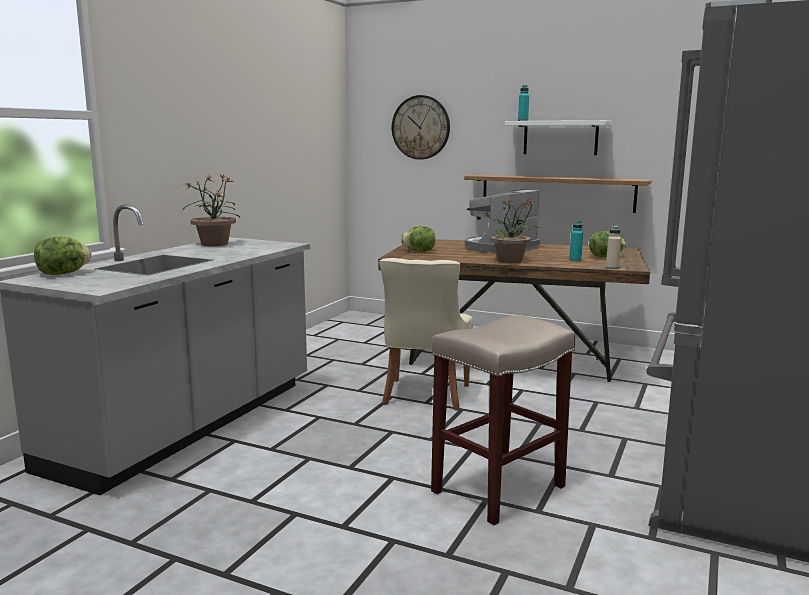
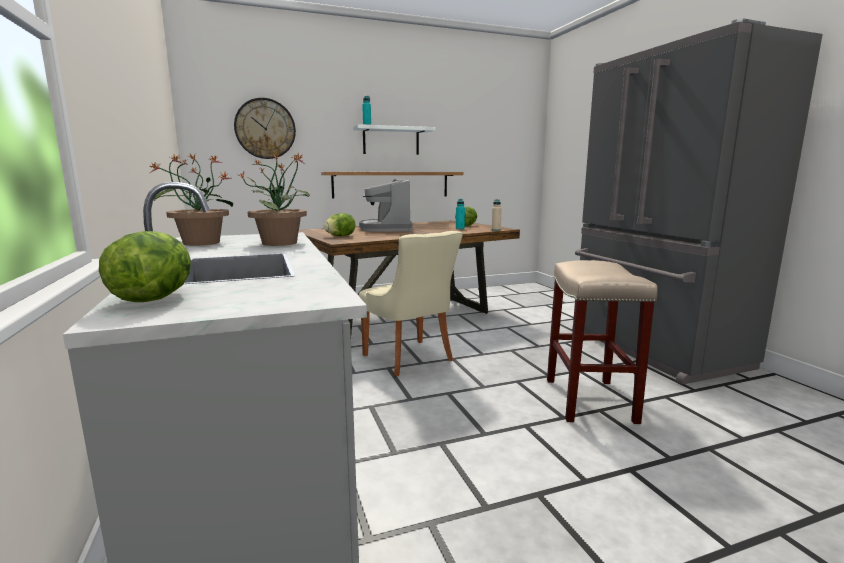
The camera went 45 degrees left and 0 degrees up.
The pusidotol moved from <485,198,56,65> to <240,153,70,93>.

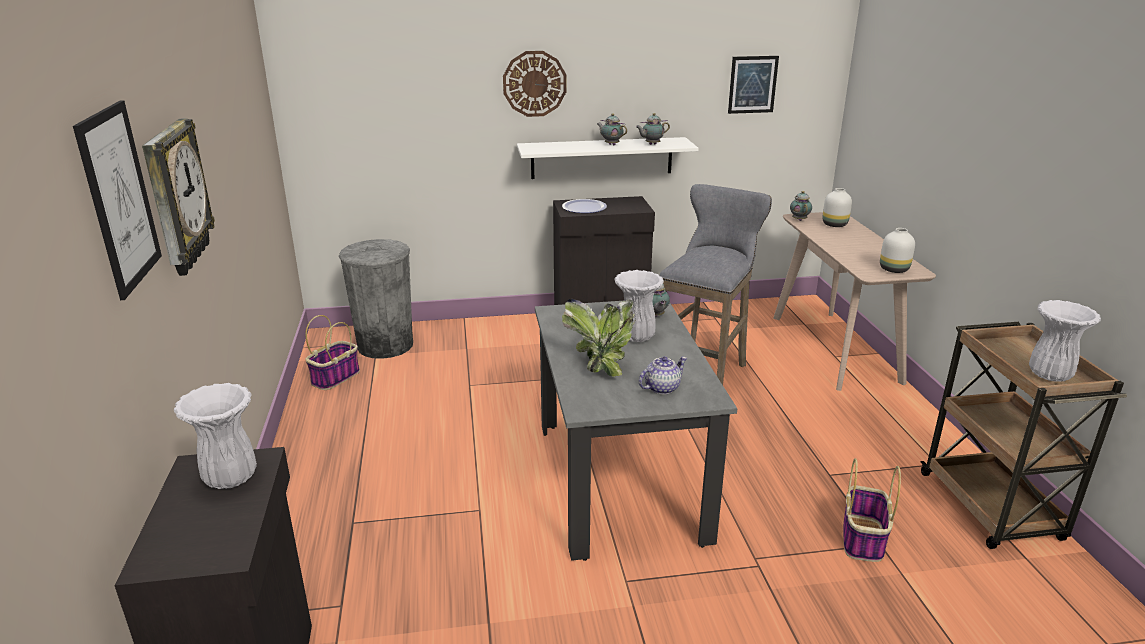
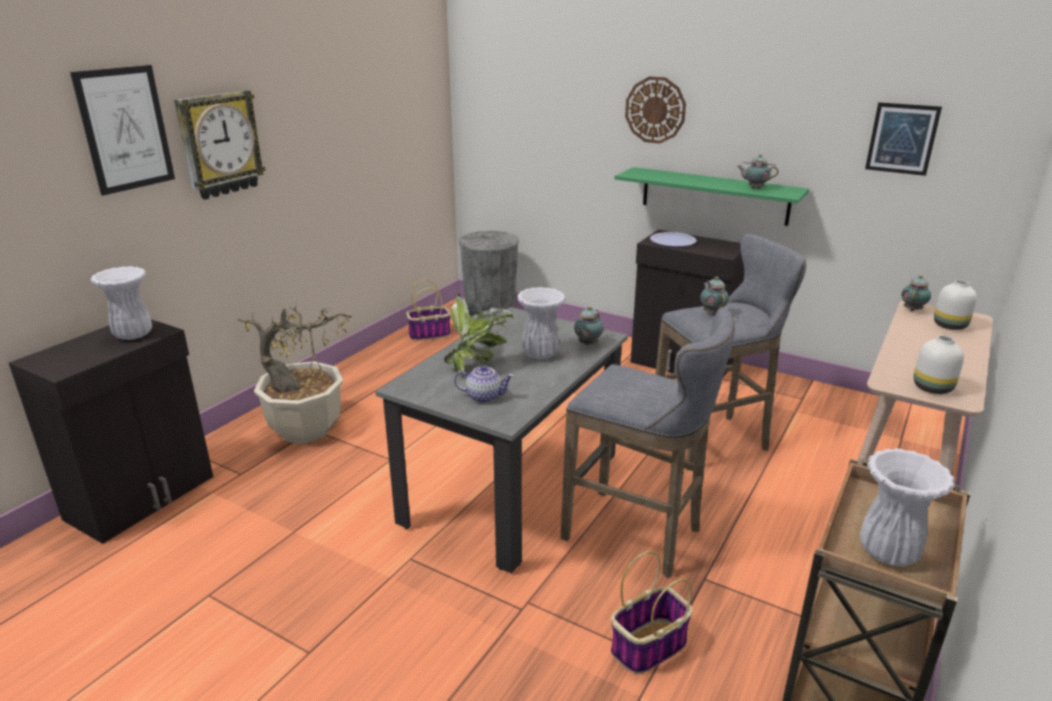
The camera went 40 degrees right and 0 degrees up.
The pusidotol at <237,301,115,143> appeared.
The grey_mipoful at <560,307,175,271> appeared.
The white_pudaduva at <517,137,182,42> became the green_pudaduva at <614,167,196,59>.
The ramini moved from <597,113,30,32> to <700,277,29,38>.

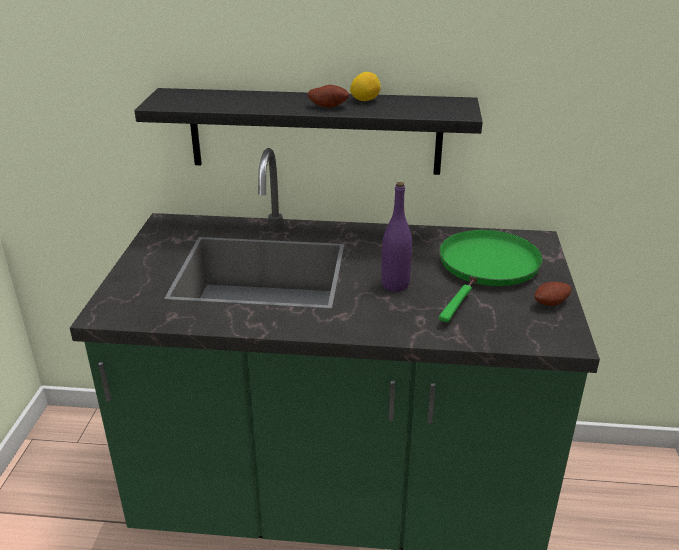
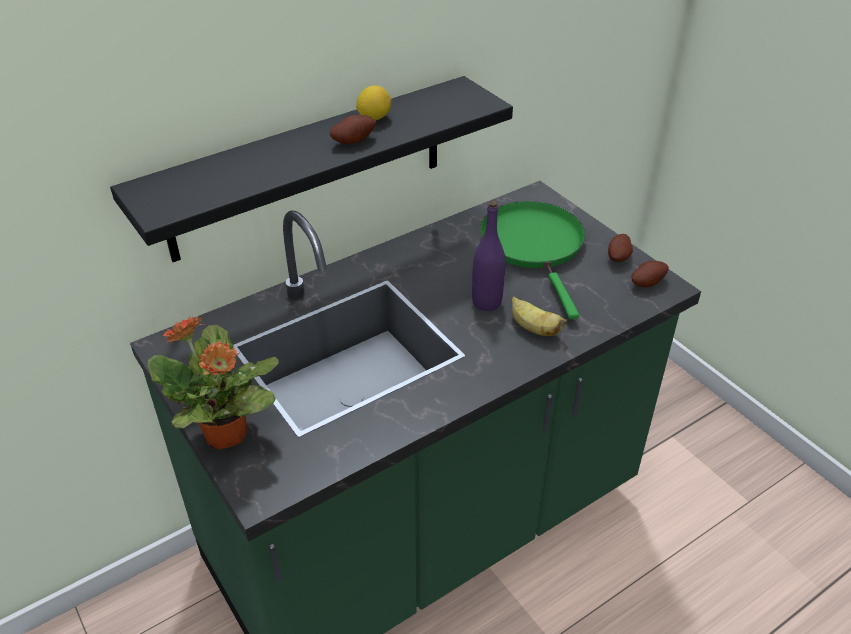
The camera went 40 degrees left and 10 degrees up.
The pusidotol at <148,316,131,134> appeared.
The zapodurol at <512,297,55,39> appeared.
The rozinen at <631,261,38,26> appeared.

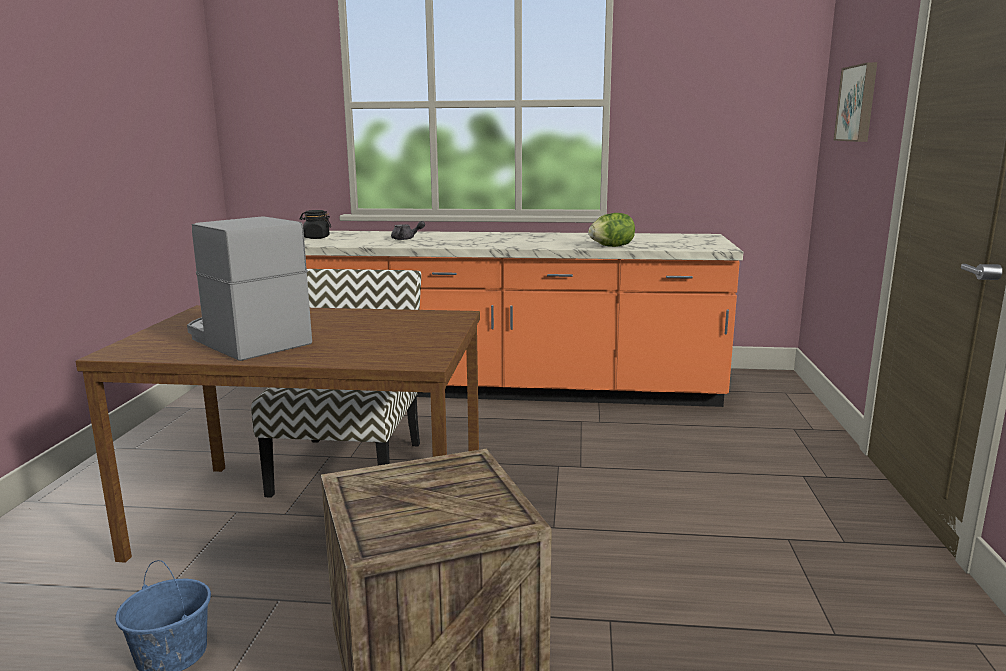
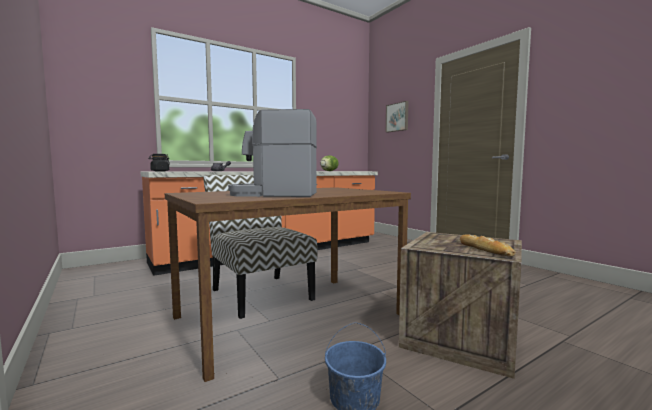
The camera went 40 degrees left and 10 degrees down.
The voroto at <460,235,56,21> appeared.

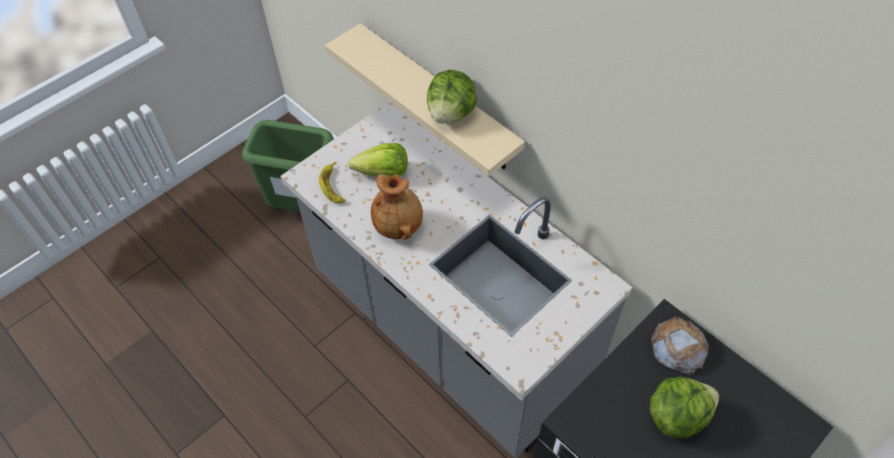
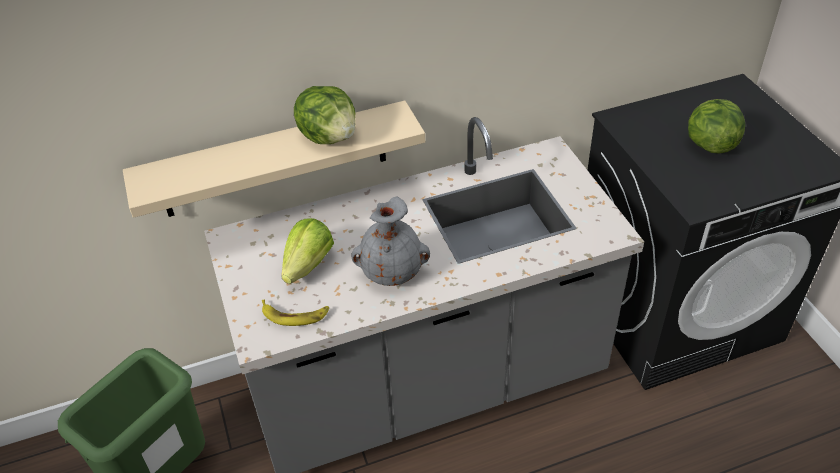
The camera went 65 degrees left and 10 degrees down.
The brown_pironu at <371,174,52,65> became the grey_pironu at <351,196,79,90>.
The voroto at <651,316,58,59> disappeared.

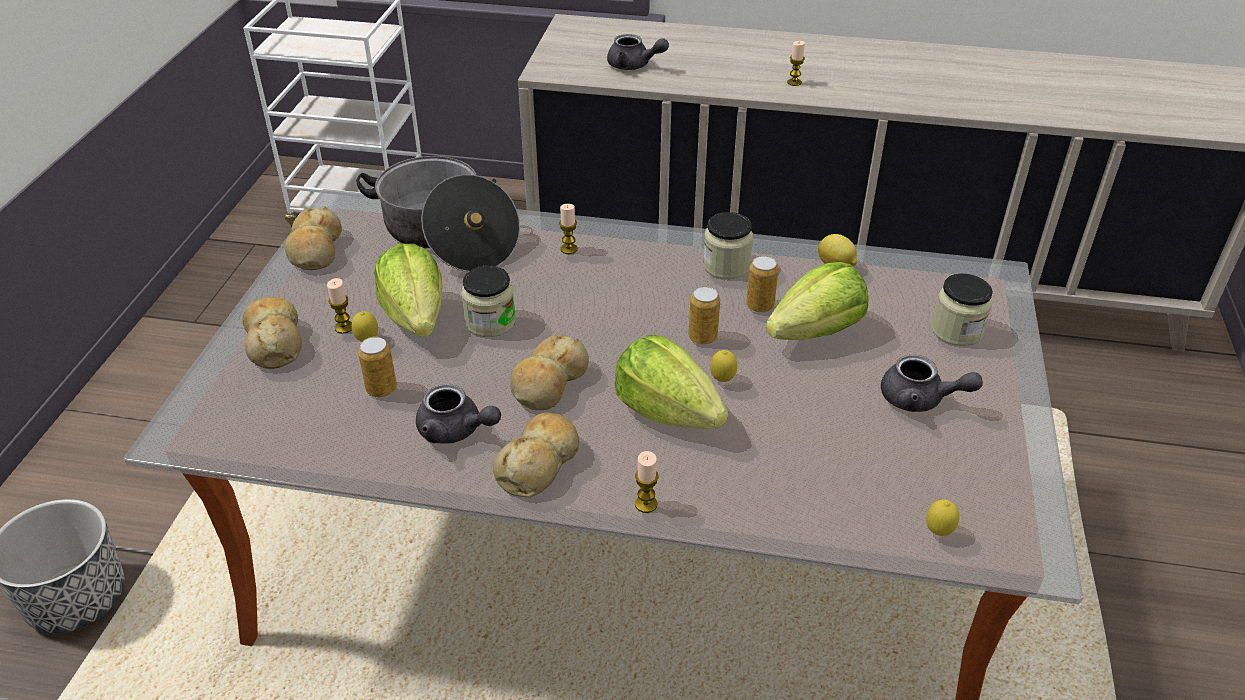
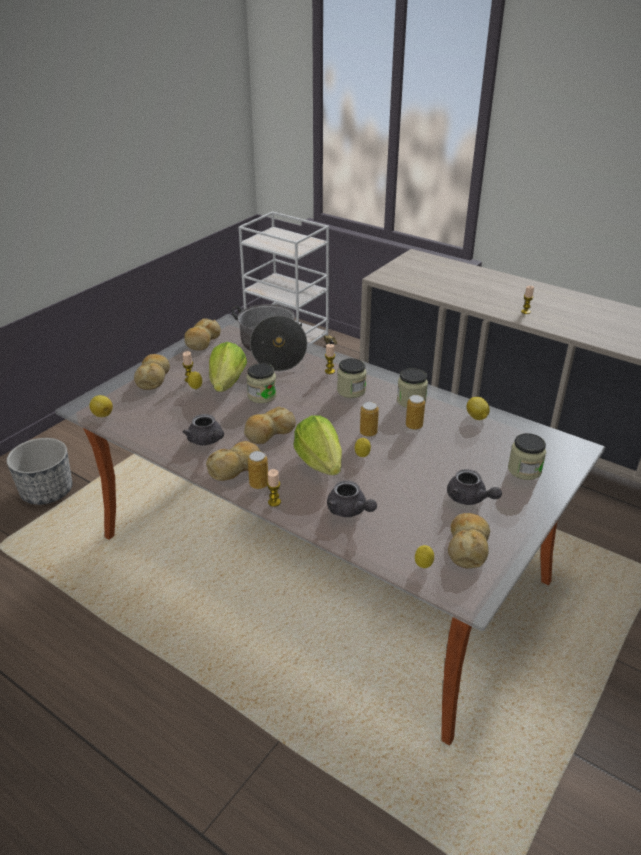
The camera went 25 degrees right and 5 degrees down.
The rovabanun at <89,395,24,22> appeared.
The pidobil moved from <358,337,39,60> to <248,451,20,38>.
The grey_ramini moved from <607,34,62,36> to <327,480,50,37>.
The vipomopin at <337,358,30,40> appeared.
The voroto at <448,513,42,55> appeared.
The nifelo at <766,262,103,78> disappeared.

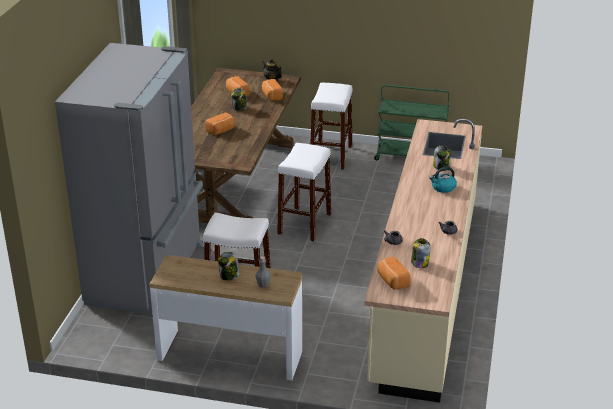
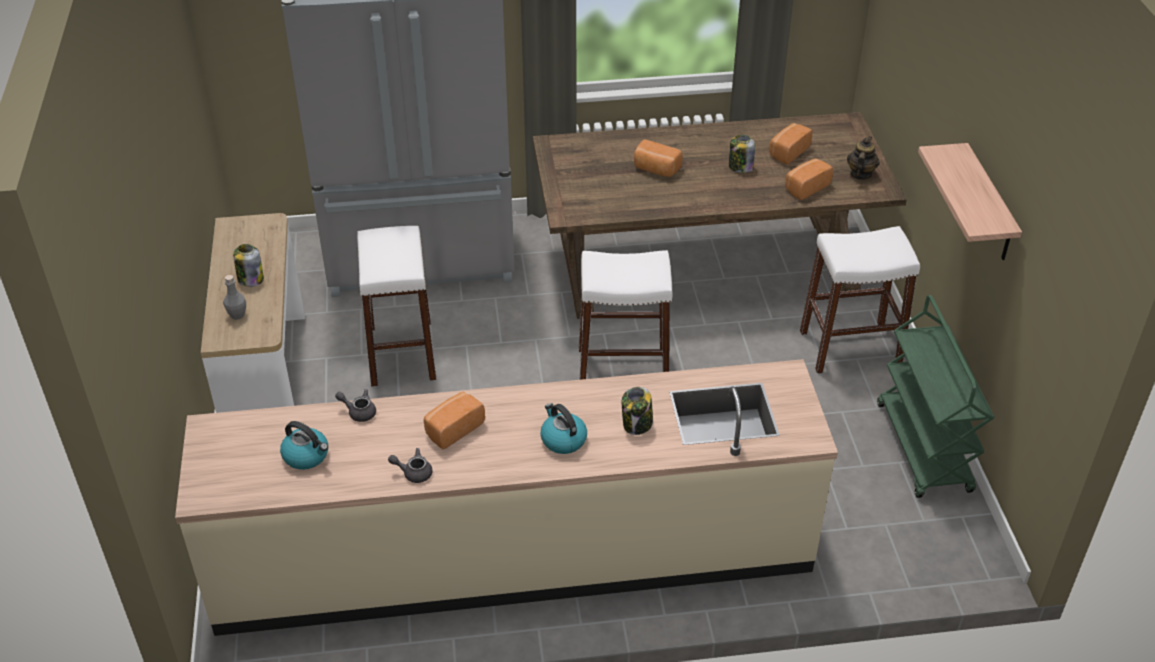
The camera went 70 degrees right and 10 degrees up.
The vipomopin at <411,238,20,30> was replaced by the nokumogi at <280,421,48,49>.
The voroto moved from <378,256,32,34> to <424,392,61,57>.
The pudaduva at <918,143,104,117> appeared.

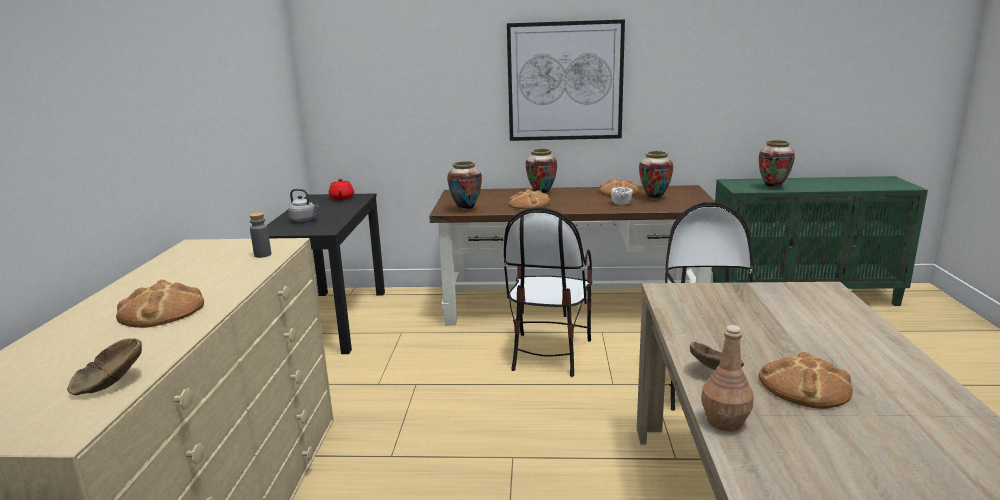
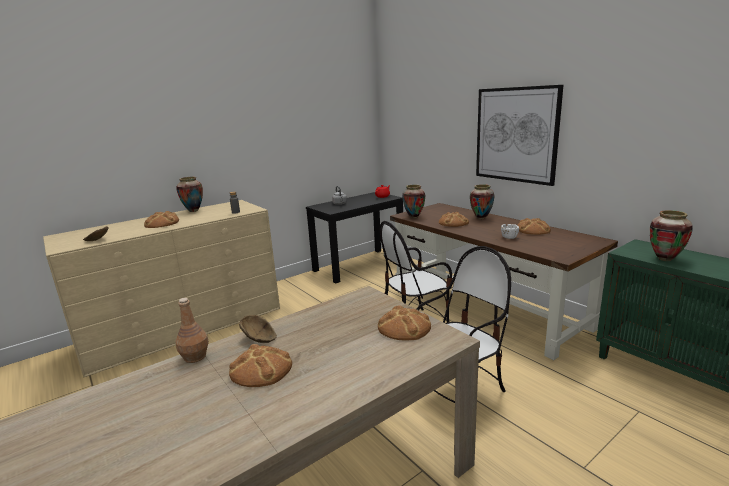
The camera went 50 degrees right and 0 degrees up.
The pironu moved from <639,151,34,49> to <176,177,27,35>.
The voroto at <378,305,53,36> appeared.

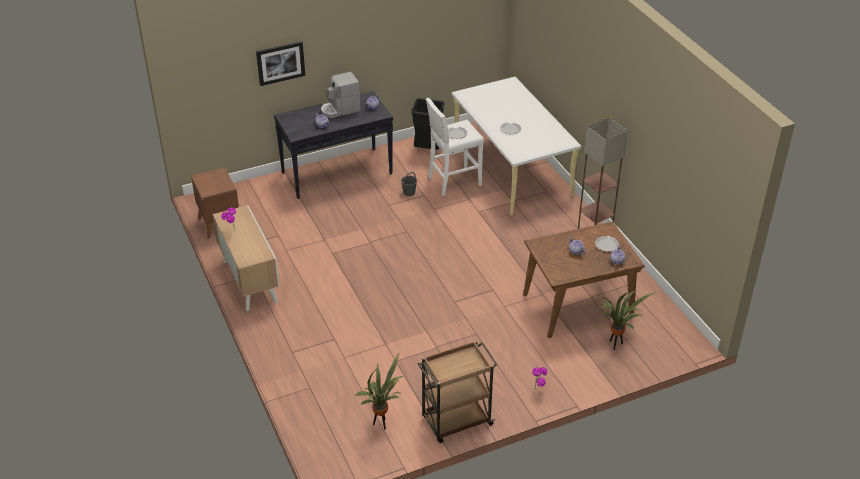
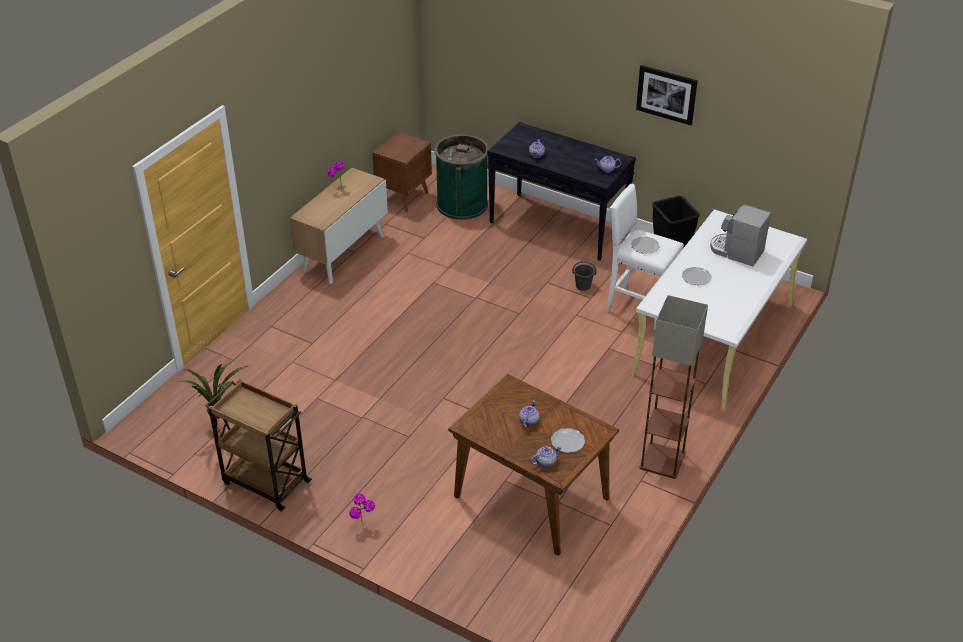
The camera went 55 degrees right and 0 degrees up.
The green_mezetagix at <434,134,55,86> appeared.
The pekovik moved from <256,41,49,45> to <636,65,62,61>.
The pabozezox moved from <321,71,40,47> to <710,205,61,61>.
The pusidotol at <599,290,55,60> disappeared.

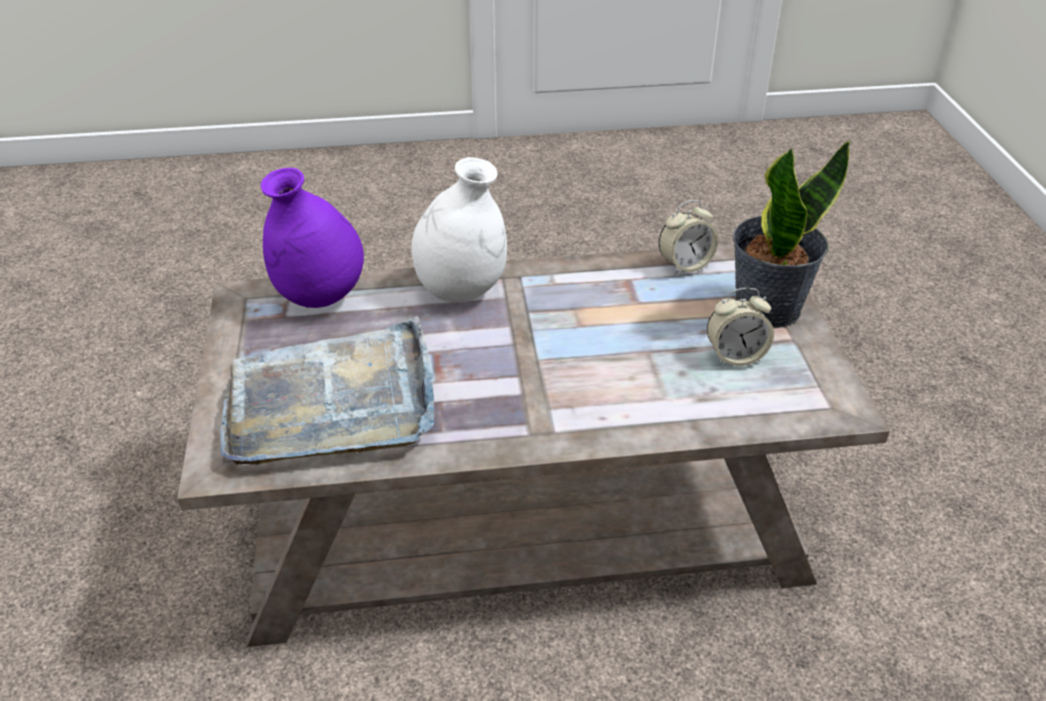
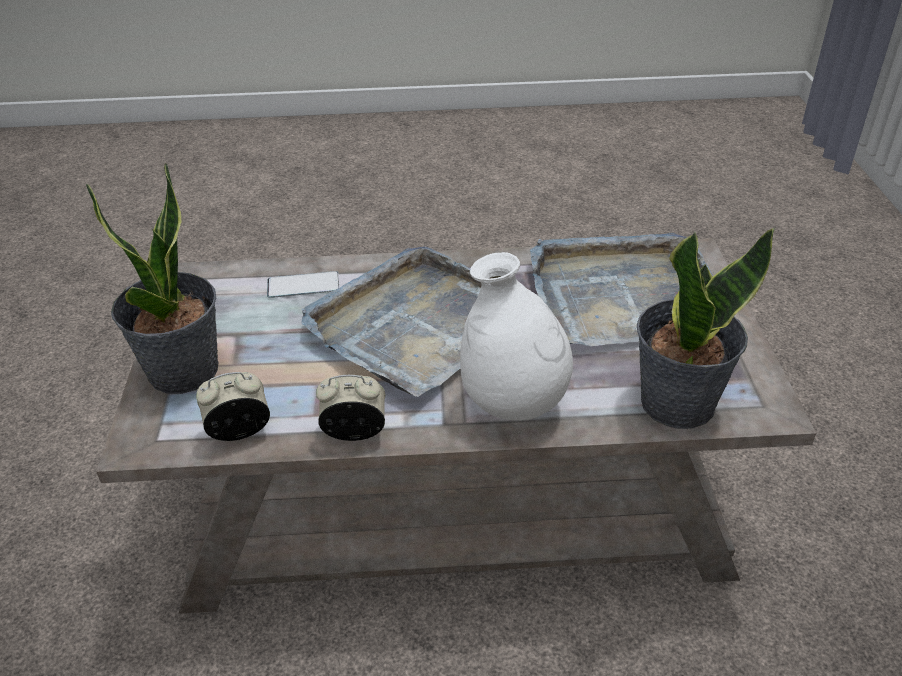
The camera went 175 degrees left and 0 degrees up.
The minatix at <267,271,72,27> appeared.
The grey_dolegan at <302,247,179,150> appeared.
The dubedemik moved from <707,288,67,78> to <316,375,69,66>.
The purple_pironu at <261,168,103,140> was replaced by the pusidotol at <637,228,138,201>.

